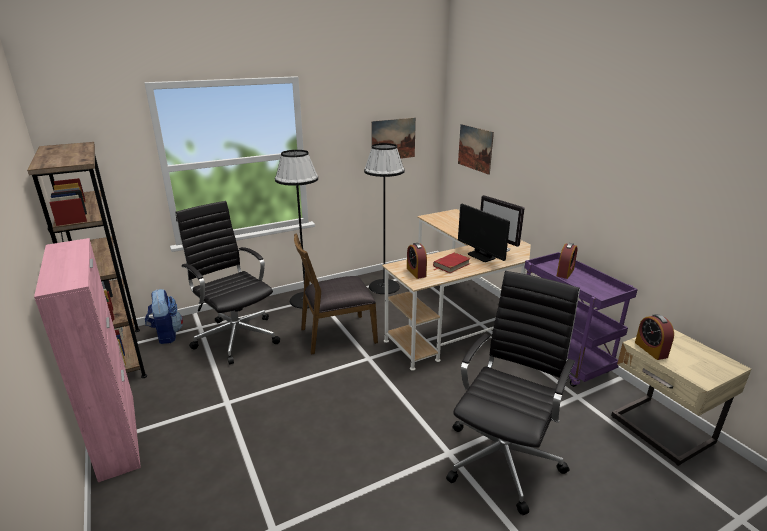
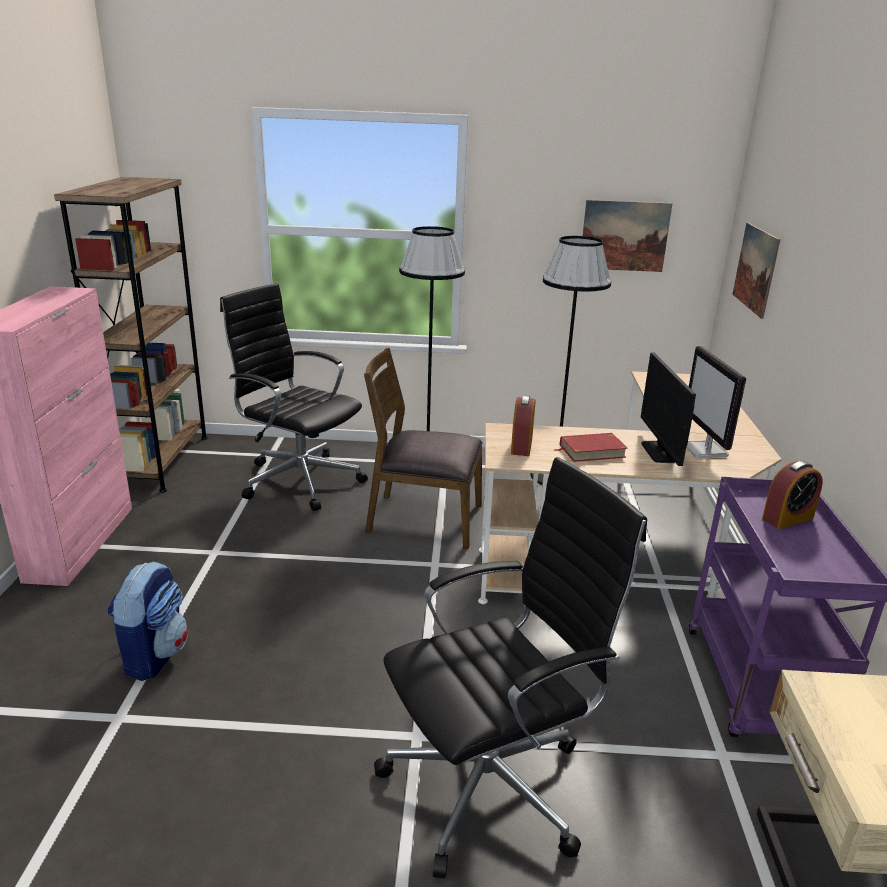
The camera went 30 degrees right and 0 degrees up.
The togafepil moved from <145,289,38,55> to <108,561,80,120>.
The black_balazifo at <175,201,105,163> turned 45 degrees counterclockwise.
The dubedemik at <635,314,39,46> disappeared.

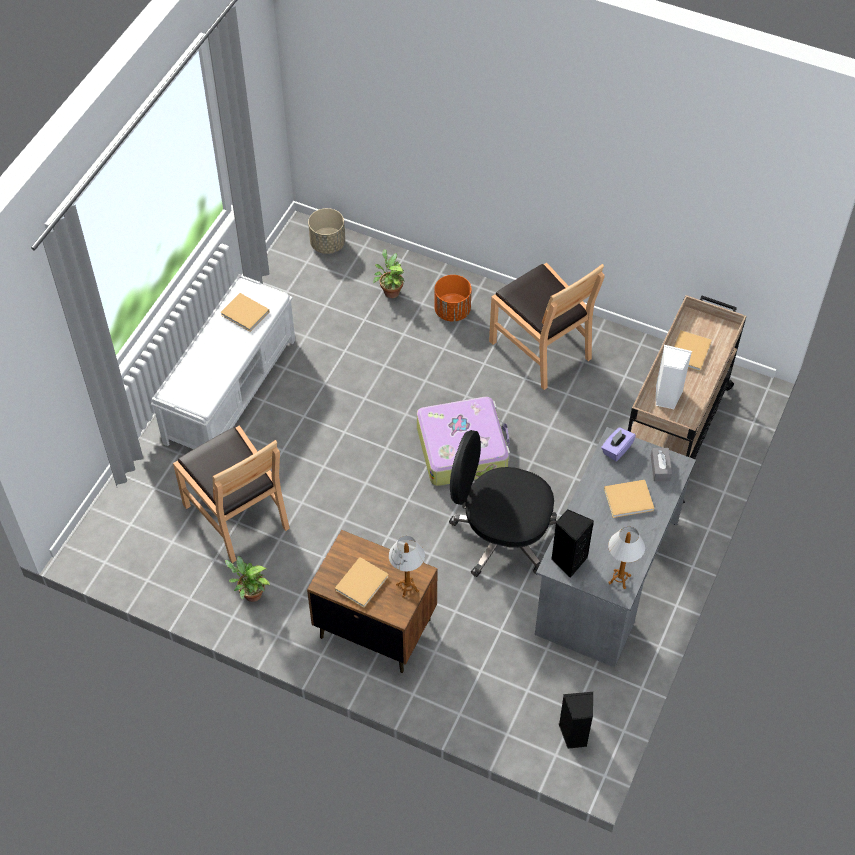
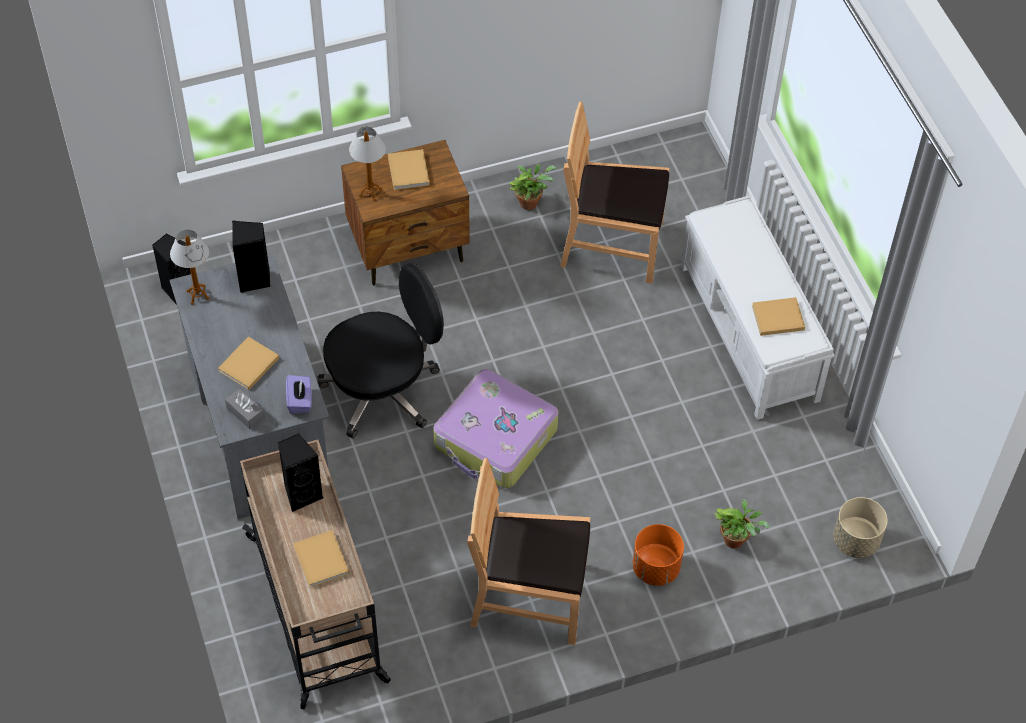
The camera went 135 degrees right and 0 degrees up.
The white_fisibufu at <656,344,36,65> became the black_fisibufu at <278,434,45,78>.

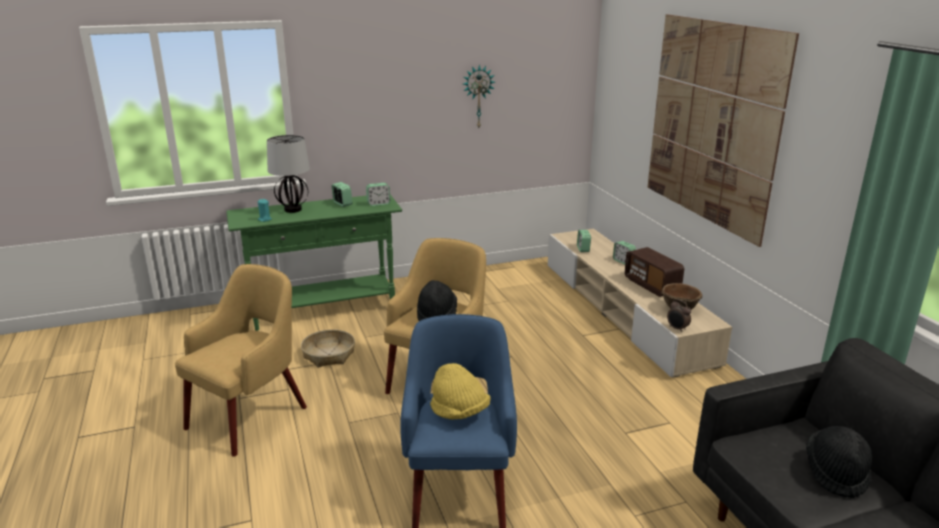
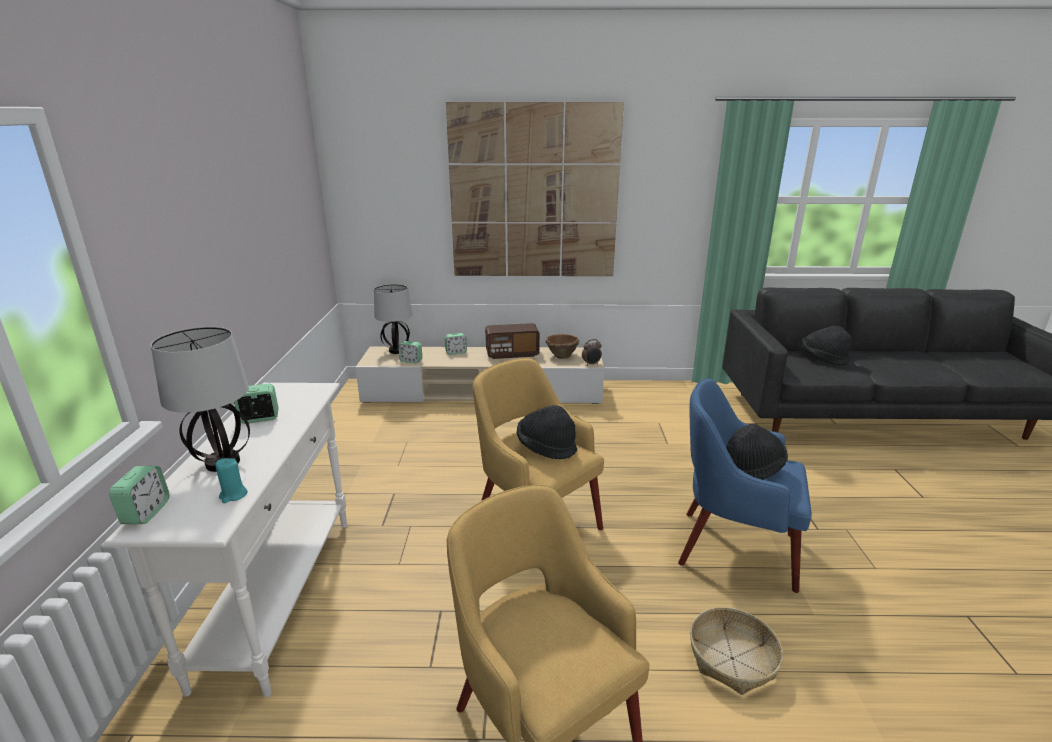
The camera went 70 degrees left and 0 degrees up.
The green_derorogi at <226,194,176,137> became the white_derorogi at <104,383,243,314>.
The dubedemik moved from <366,183,24,23> to <109,466,60,58>.
The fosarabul at <374,284,38,70> appeared.
The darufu moved from <301,329,54,38> to <690,607,93,88>.
The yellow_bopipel at <430,363,61,57> became the black_bopipel at <726,424,62,56>.
The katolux at <463,64,32,64> disappeared.

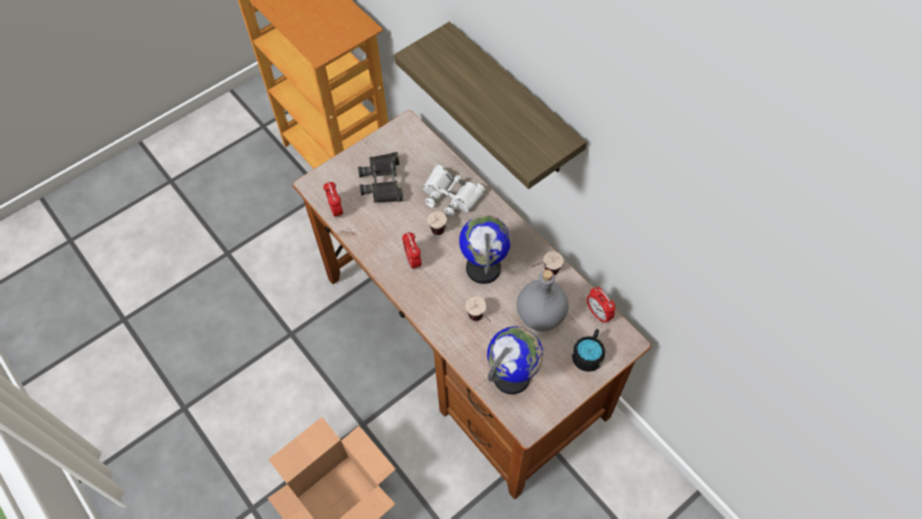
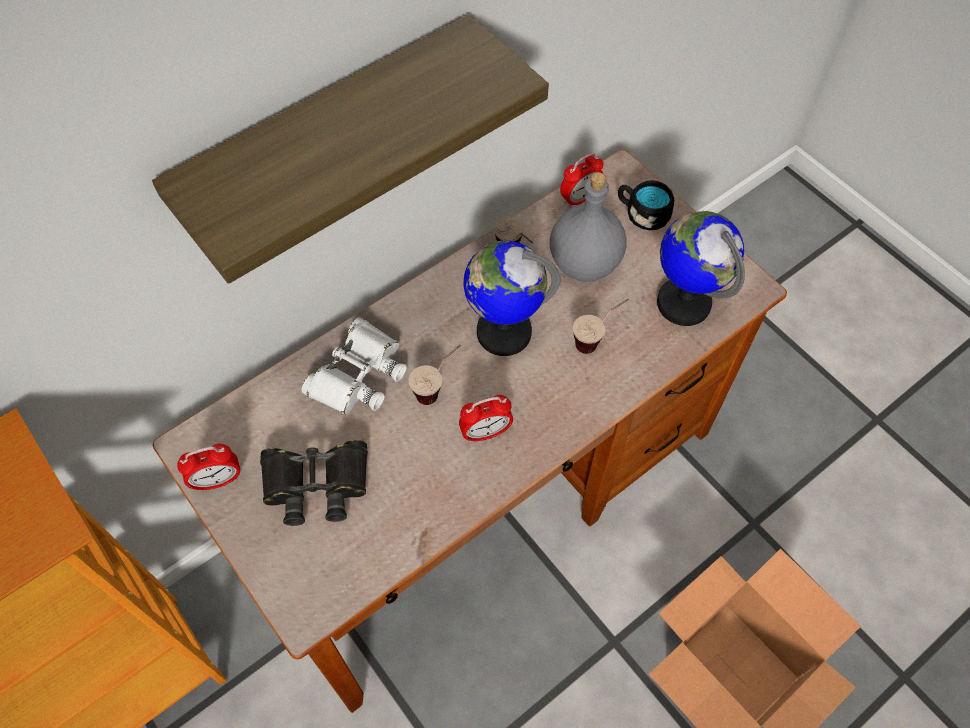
The camera went 90 degrees left and 0 degrees up.
The dubedemik moved from <324,181,19,37> to <177,443,63,48>.

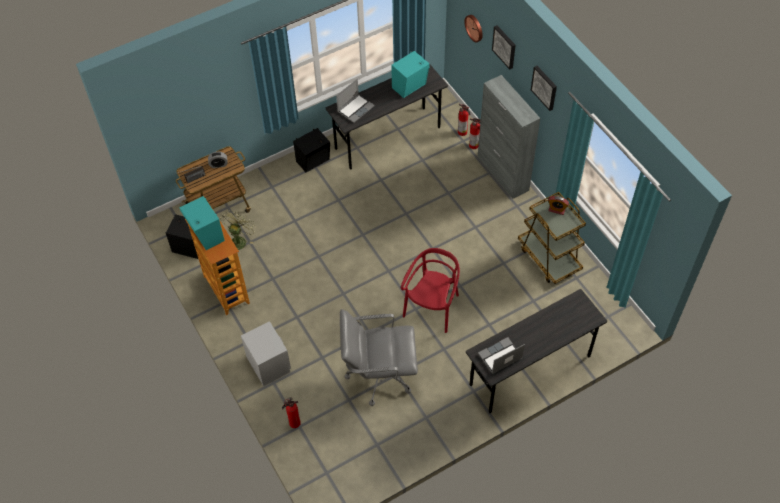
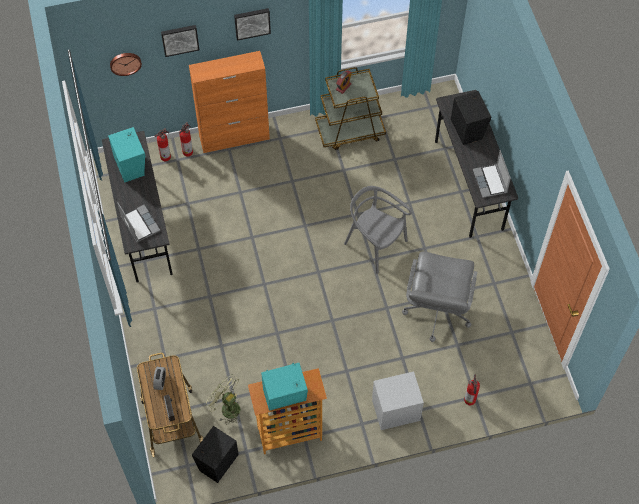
The camera went 75 degrees left and 5 degrees up.
The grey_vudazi at <477,75,64,124> became the orange_vudazi at <189,51,81,102>.
The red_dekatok at <401,248,59,85> became the grey_dekatok at <344,186,68,88>.
The black_fisibufu moved from <293,128,37,45> to <451,91,40,54>.

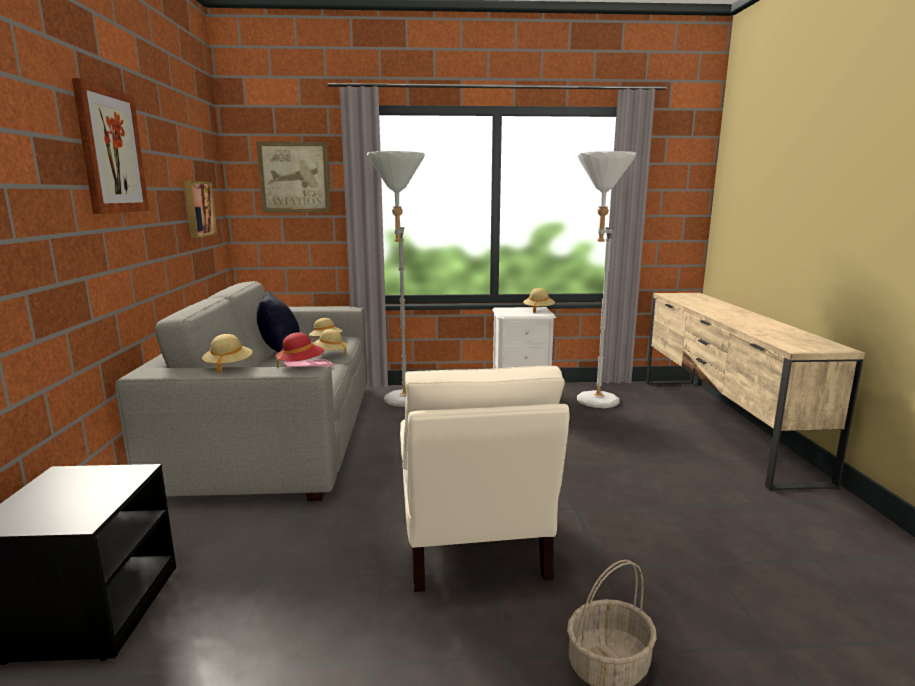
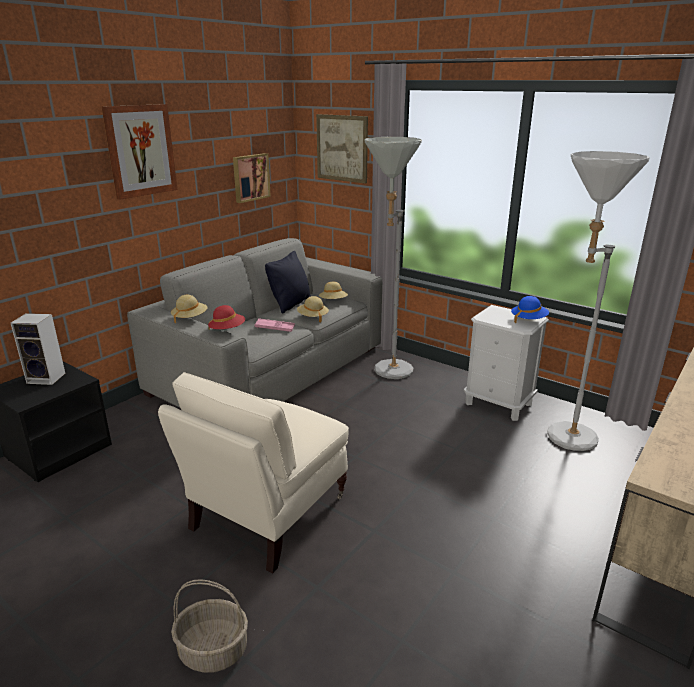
The camera went 40 degrees right and 10 degrees up.
The fisibufu at <11,313,54,72> appeared.
The beige_bopipel at <523,288,32,25> became the blue_bopipel at <511,296,38,27>.

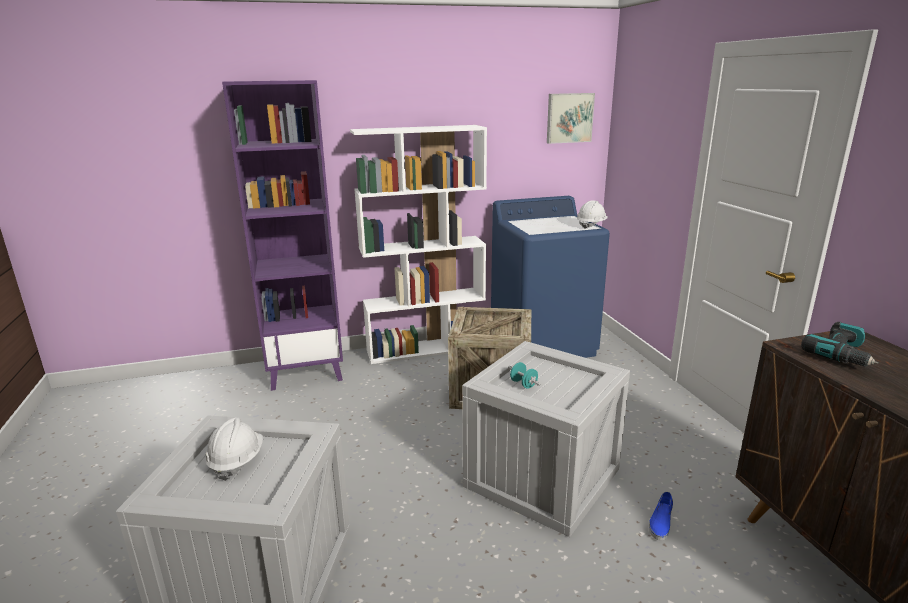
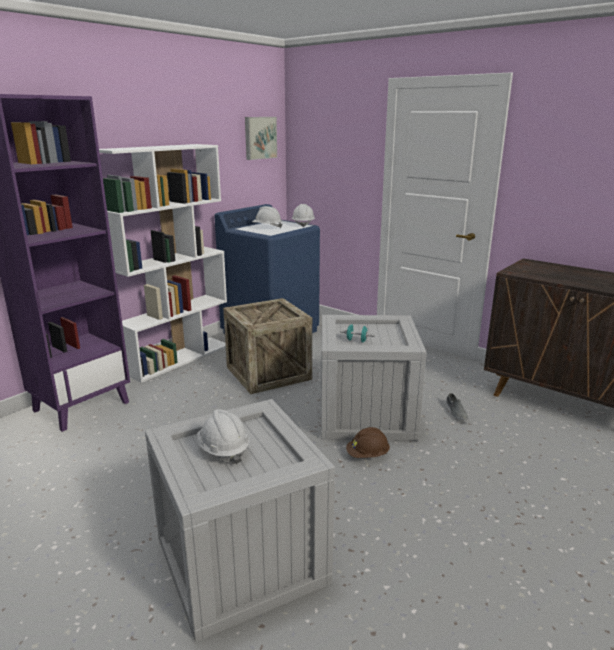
The camera went 35 degrees left and 0 degrees up.
The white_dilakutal at <252,206,31,22> appeared.
The brown_dilakutal at <346,427,44,31> appeared.
The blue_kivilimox at <649,492,24,49> became the grey_kivilimox at <446,393,22,30>.
The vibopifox at <801,322,78,45> disappeared.

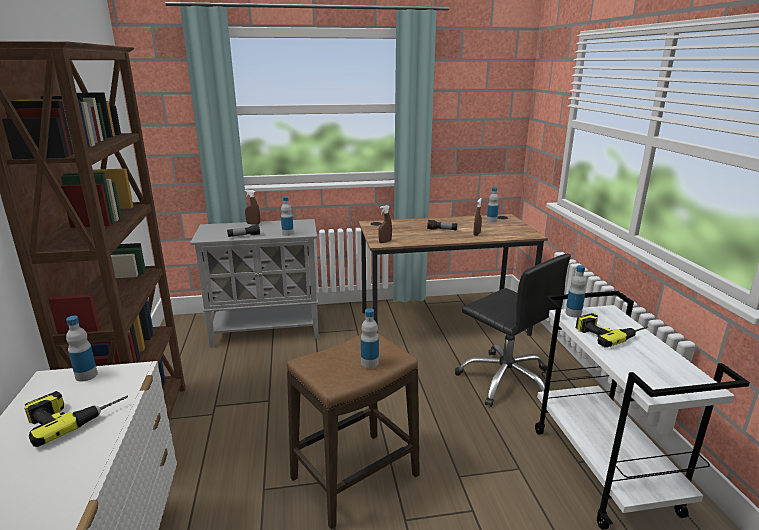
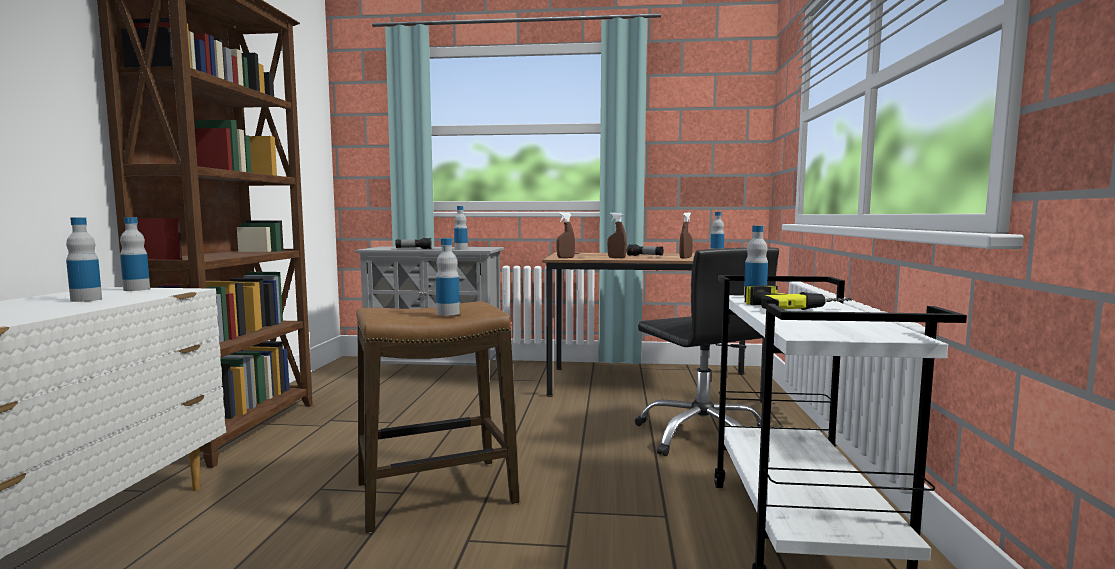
The camera went 15 degrees right and 15 degrees down.
The vibopifox at <24,391,104,56> was replaced by the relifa at <66,217,36,85>.
The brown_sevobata moved from <244,190,16,35> to <607,212,20,46>.

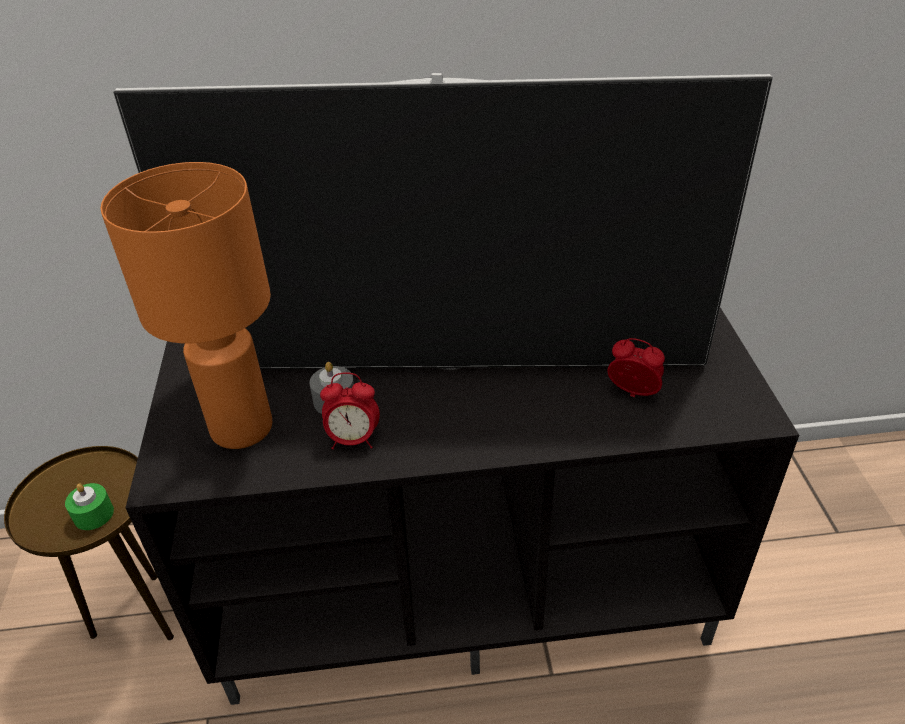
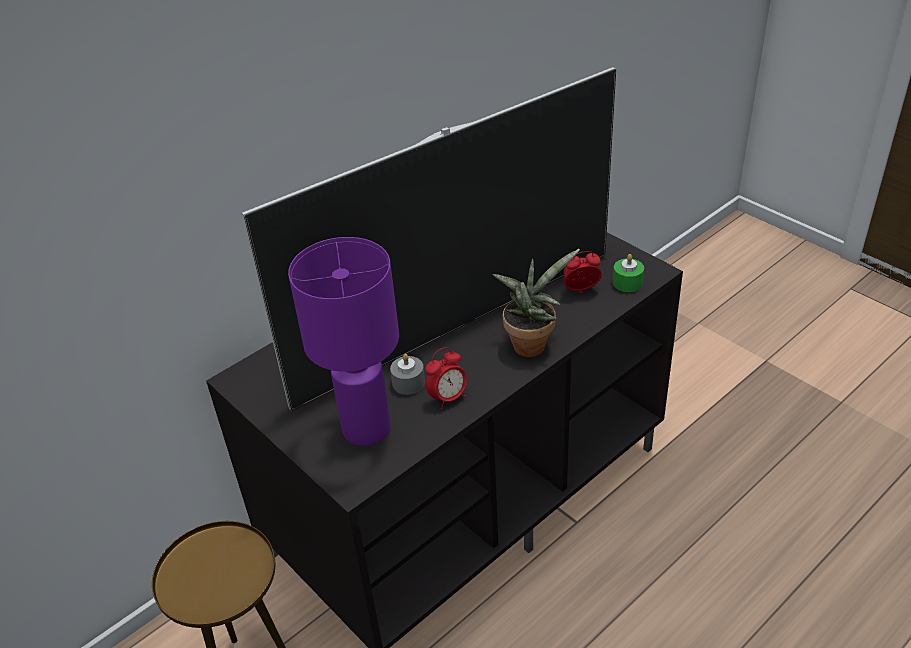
The camera went 35 degrees left and 0 degrees up.
The orange_fosarabul at <100,162,172,287> became the purple_fosarabul at <288,237,111,209>.
The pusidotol at <492,249,88,108> appeared.
The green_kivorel moved from <65,483,49,47> to <613,254,31,38>.

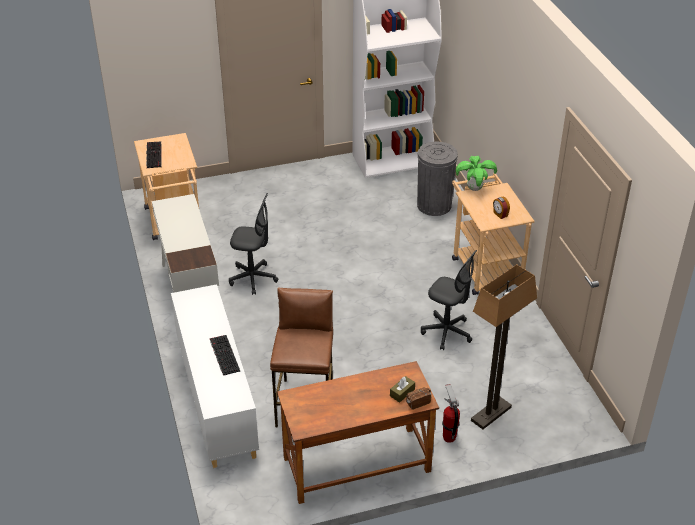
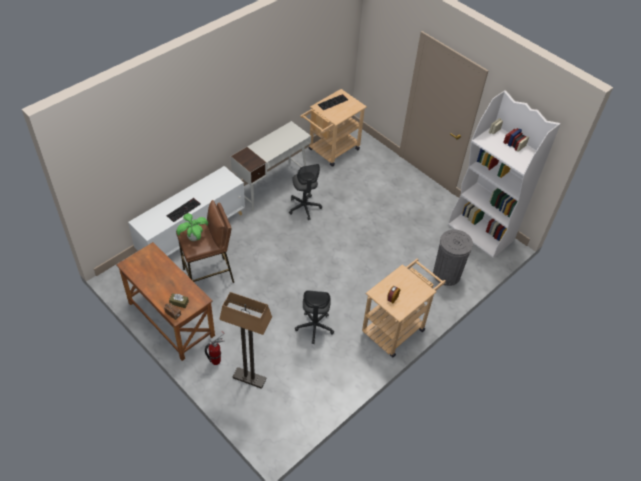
The camera went 60 degrees right and 10 degrees up.
The pusidotol moved from <456,156,41,35> to <176,213,32,28>.

